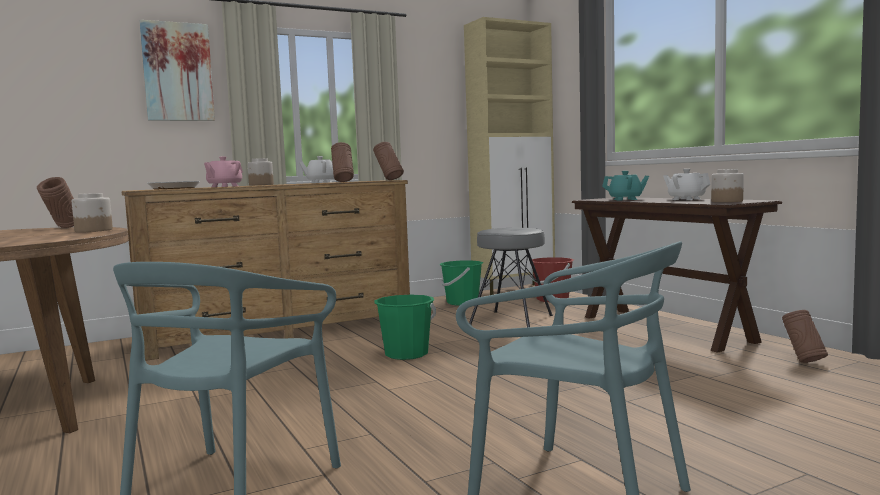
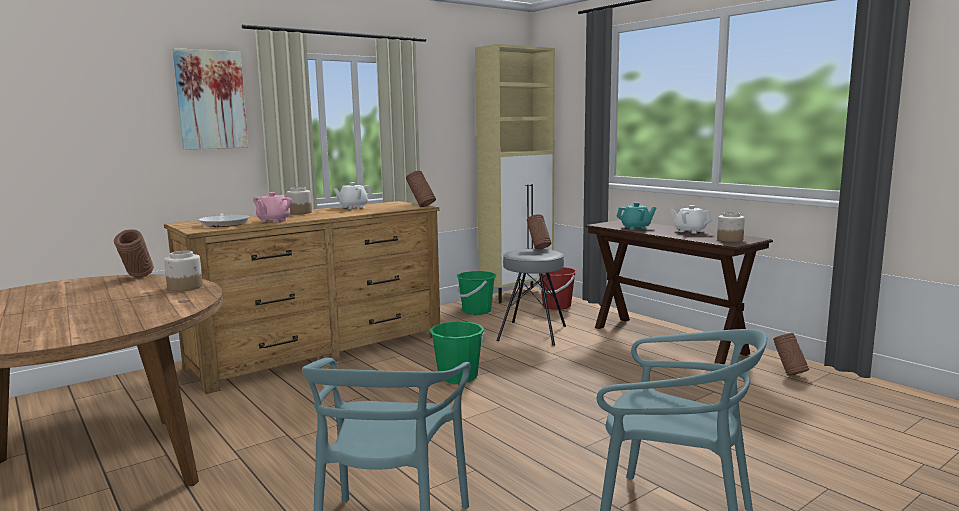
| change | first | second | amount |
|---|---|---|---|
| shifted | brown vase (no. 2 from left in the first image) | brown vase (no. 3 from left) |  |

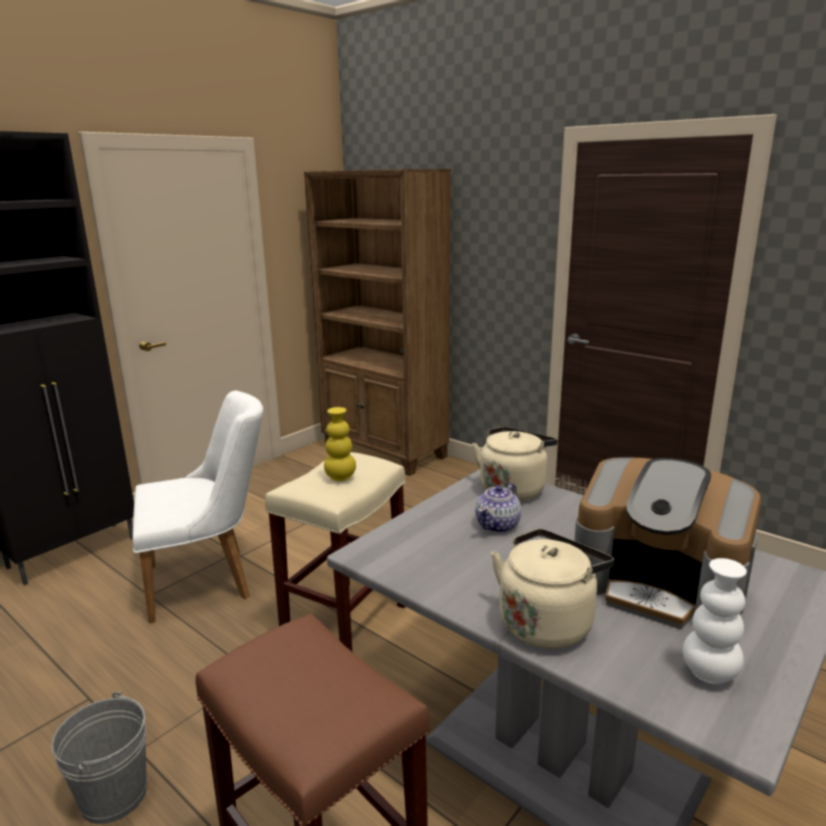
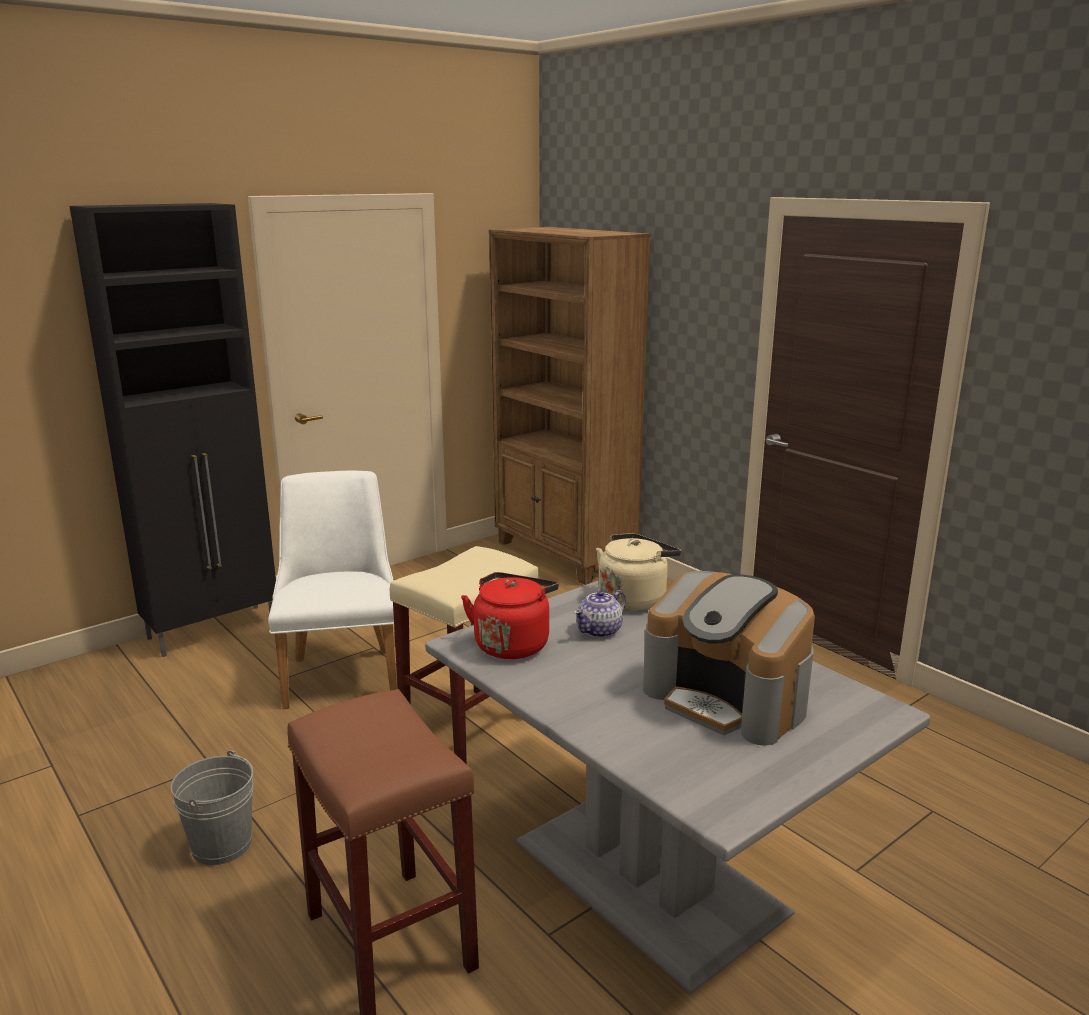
| change | first | second | amount |
|---|---|---|---|
| rotated | white chair |  | 90 degrees counterclockwise |
| new |  | red kettle |  |
| gone | yellow vase |  |  |
| gone | beige kettle (no. 2 from left) |  |  |
| gone | white vase |  |  |

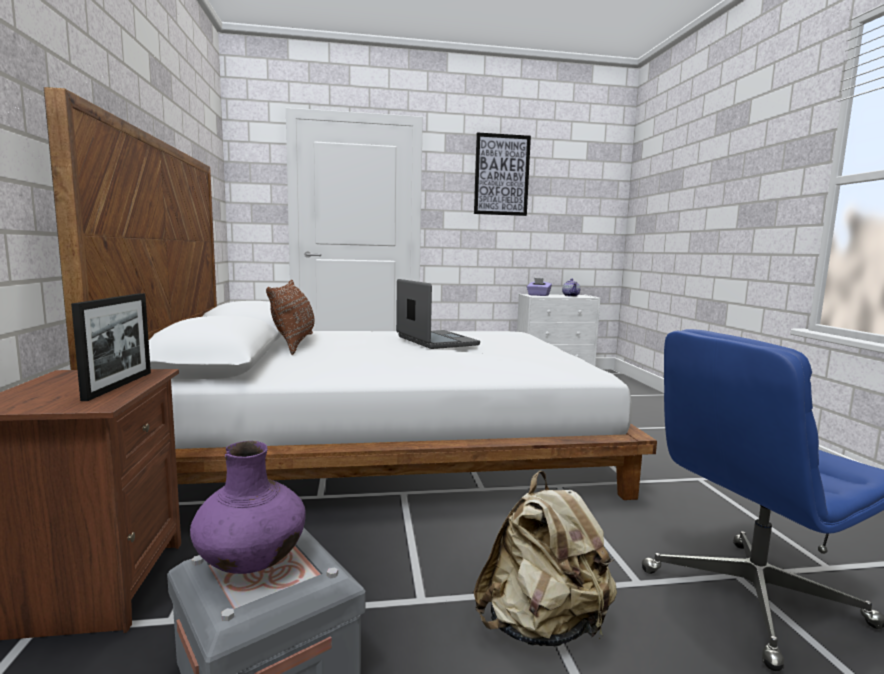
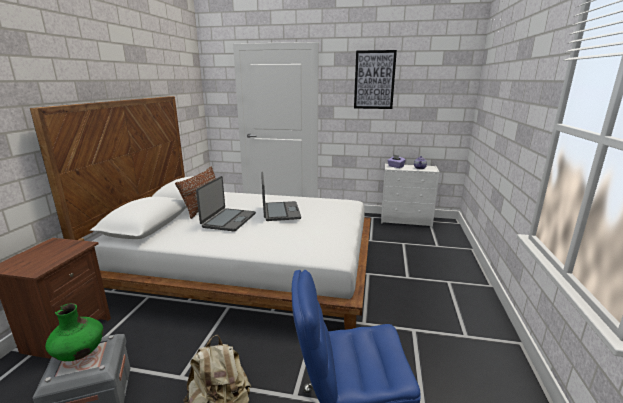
| change | first | second | amount |
|---|---|---|---|
| repainted | purple vase | green vase |  |
| new |  | laptop (no. 1 from left) |  |
| gone | picture frame |  |  |

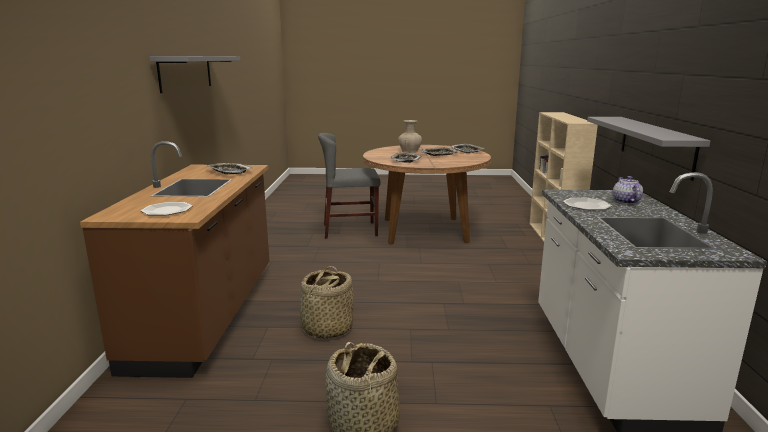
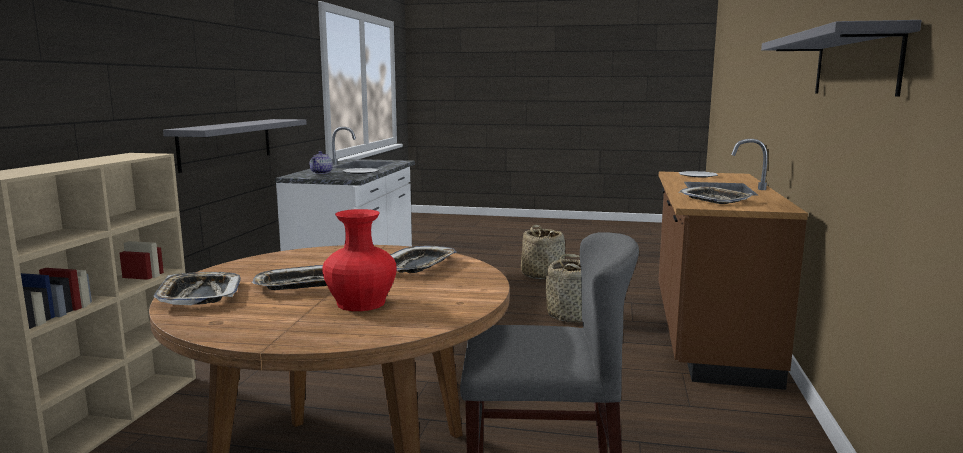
| change | first | second | amount |
|---|---|---|---|
| repainted | beige vase | red vase |  |

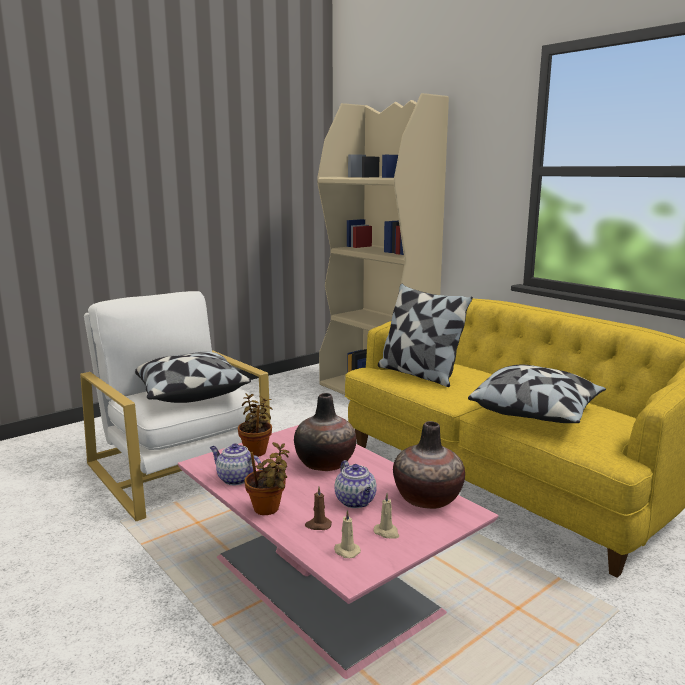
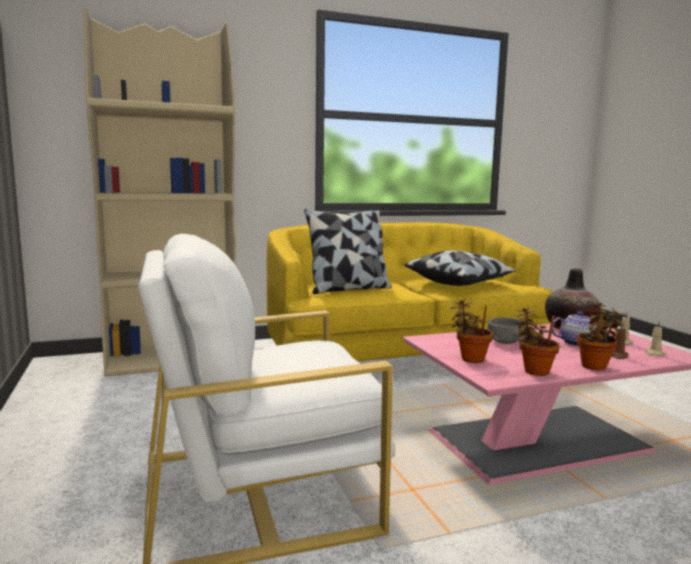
| change | first | second | amount |
|---|---|---|---|
| swapped | vase (no. 1 from left) | grey bowl |  |
| swapped | teapot (no. 1 from left) | potted plant (no. 2 from left) |  |
| gone | pillow (no. 1 from left) |  |  |

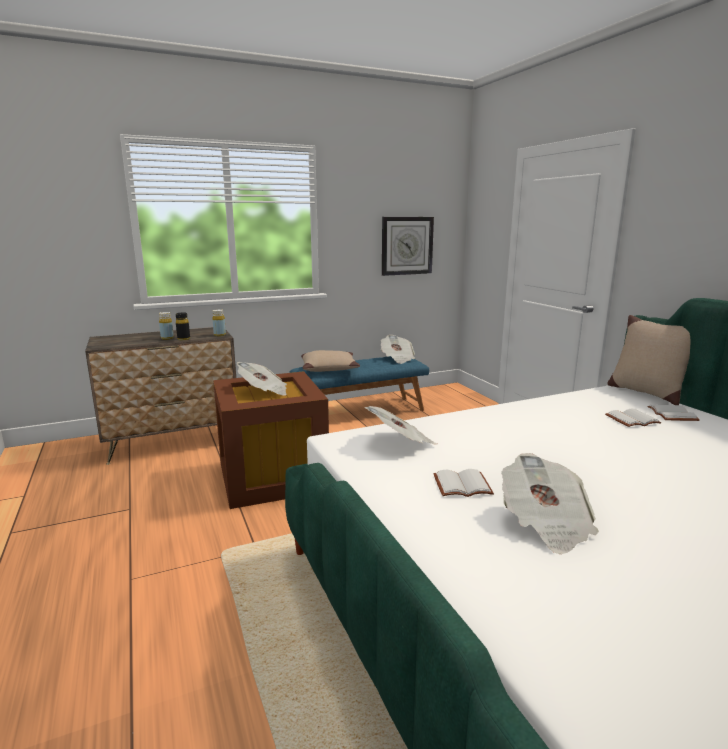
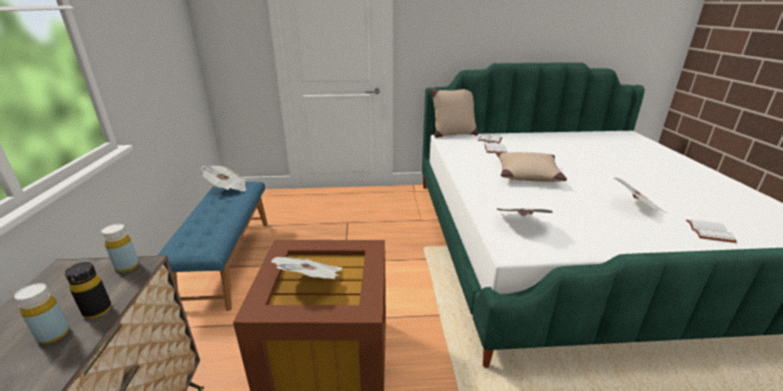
| change | first | second | amount |
|---|---|---|---|
| shifted | beige pillow (no. 1 from left in the first image) | beige pillow (no. 2 from left) |  |
| shifted | white book (no. 1 from left in the first image) | white book (no. 3 from left) |  |
| gone | wall clock |  |  |

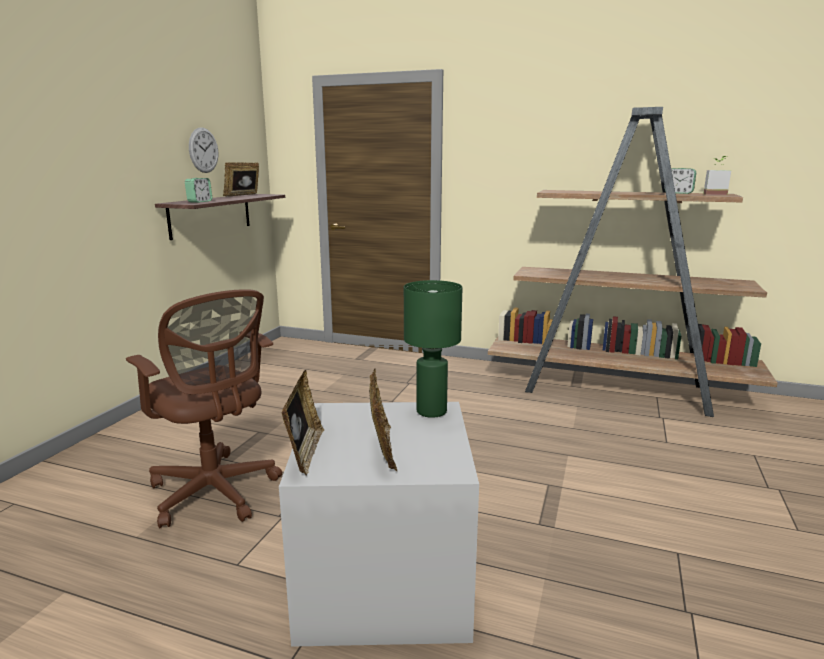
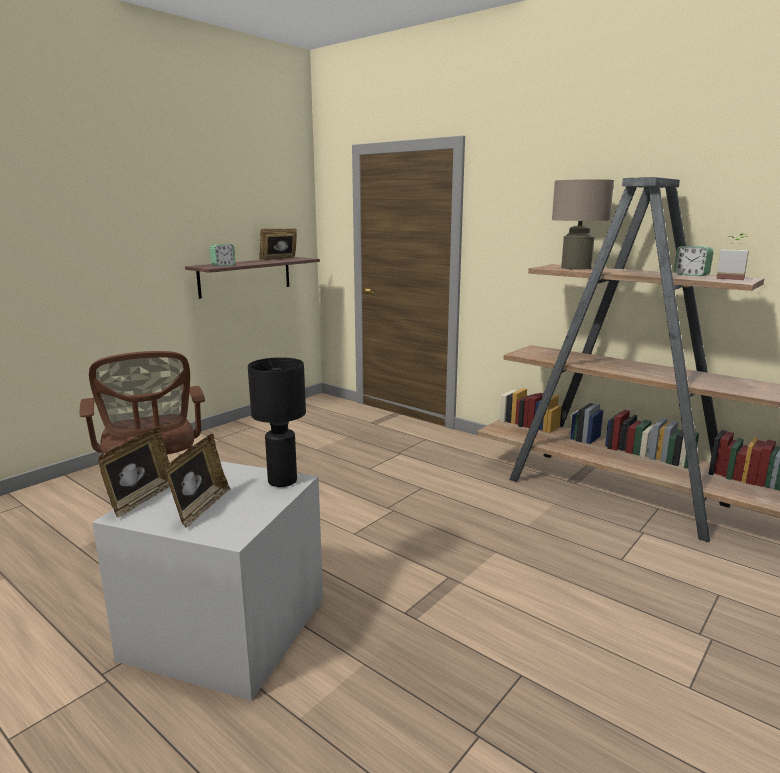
| change | first | second | amount |
|---|---|---|---|
| repainted | green table lamp | black table lamp |  |
| new |  | beige table lamp |  |
| gone | wall clock |  |  |

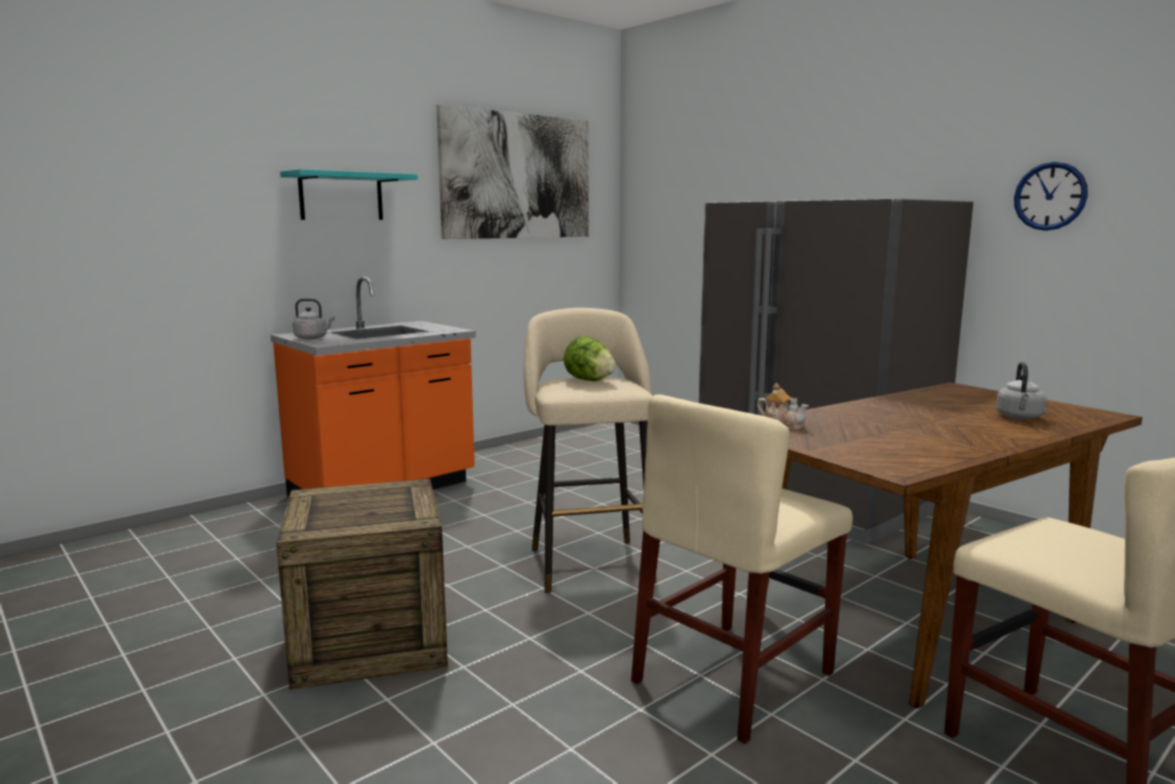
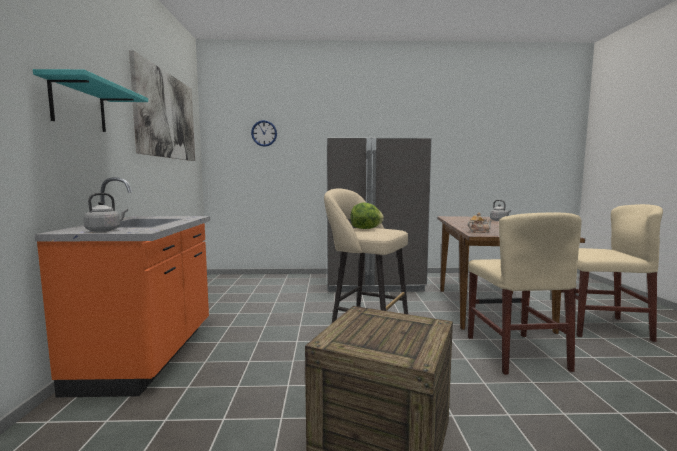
| change | first | second | amount |
|---|---|---|---|
| shifted | wall clock |  |  |

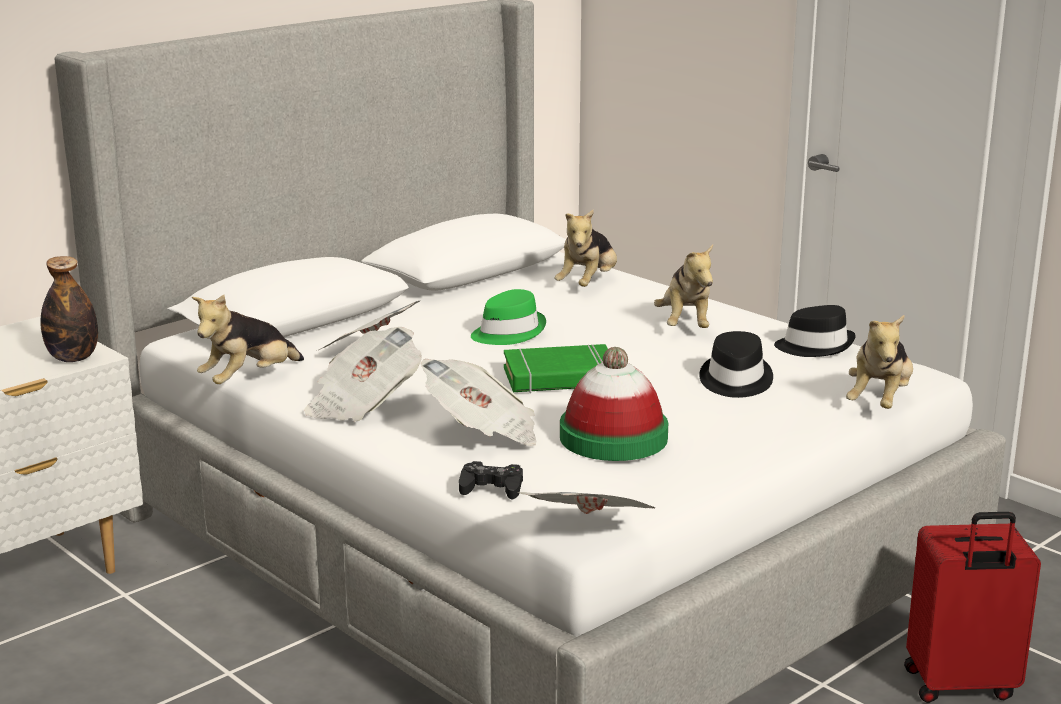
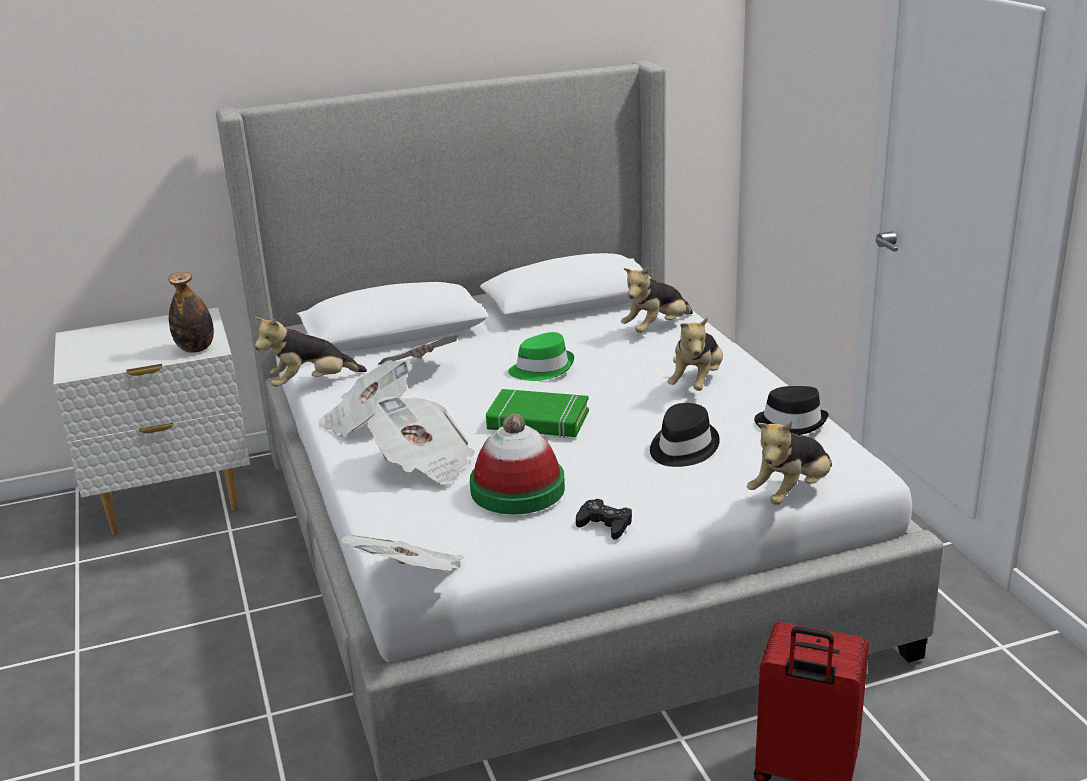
| change | first | second | amount |
|---|---|---|---|
| shifted | black game controller |  |  |

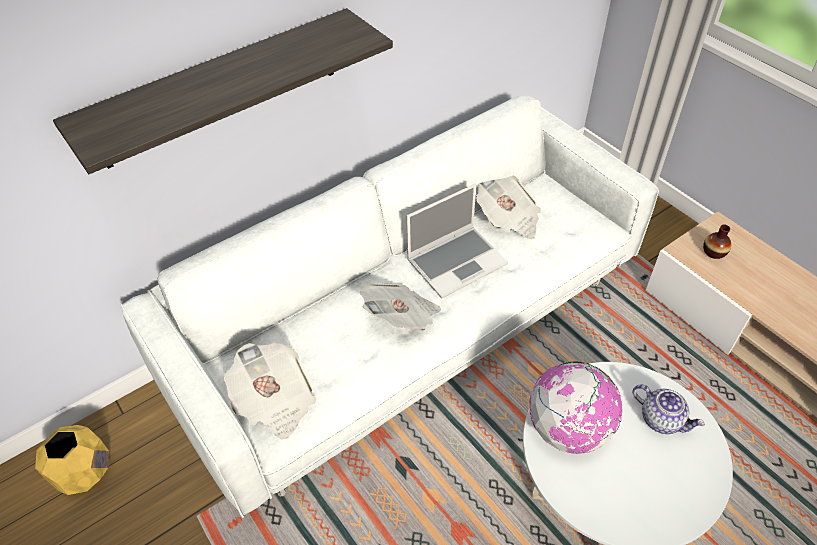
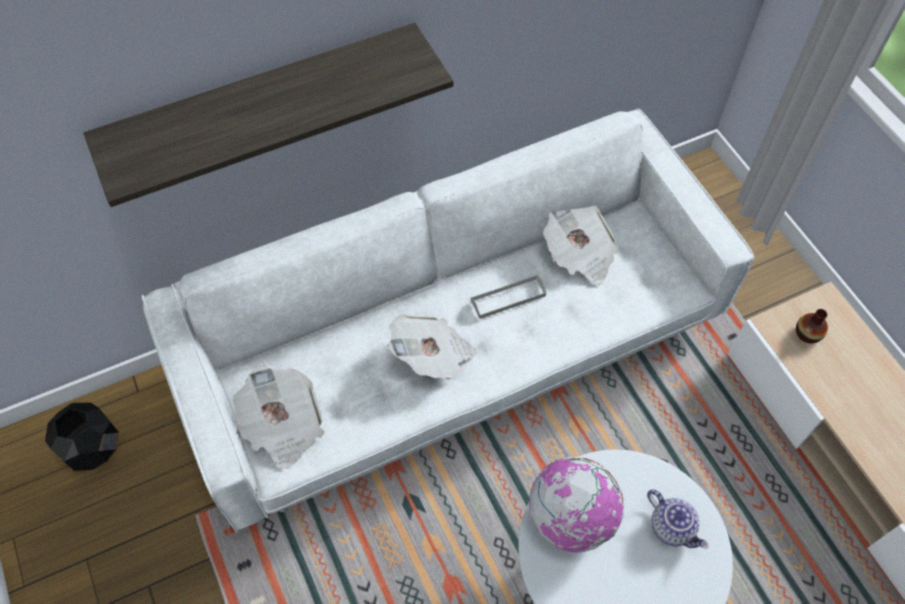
| change | first | second | amount |
|---|---|---|---|
| repainted | yellow planter | black planter |  |
| swapped | laptop | grey tray |  |

